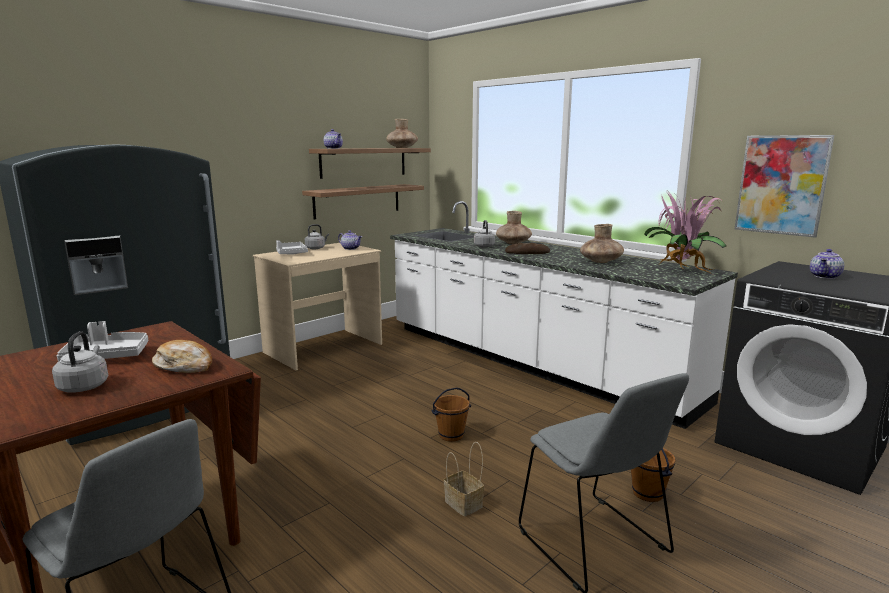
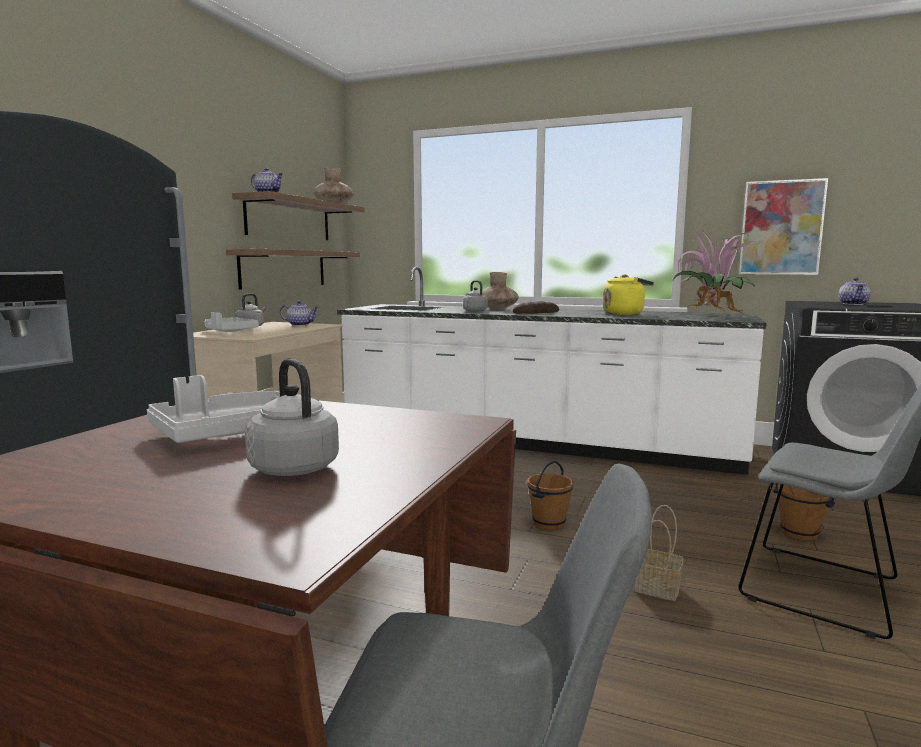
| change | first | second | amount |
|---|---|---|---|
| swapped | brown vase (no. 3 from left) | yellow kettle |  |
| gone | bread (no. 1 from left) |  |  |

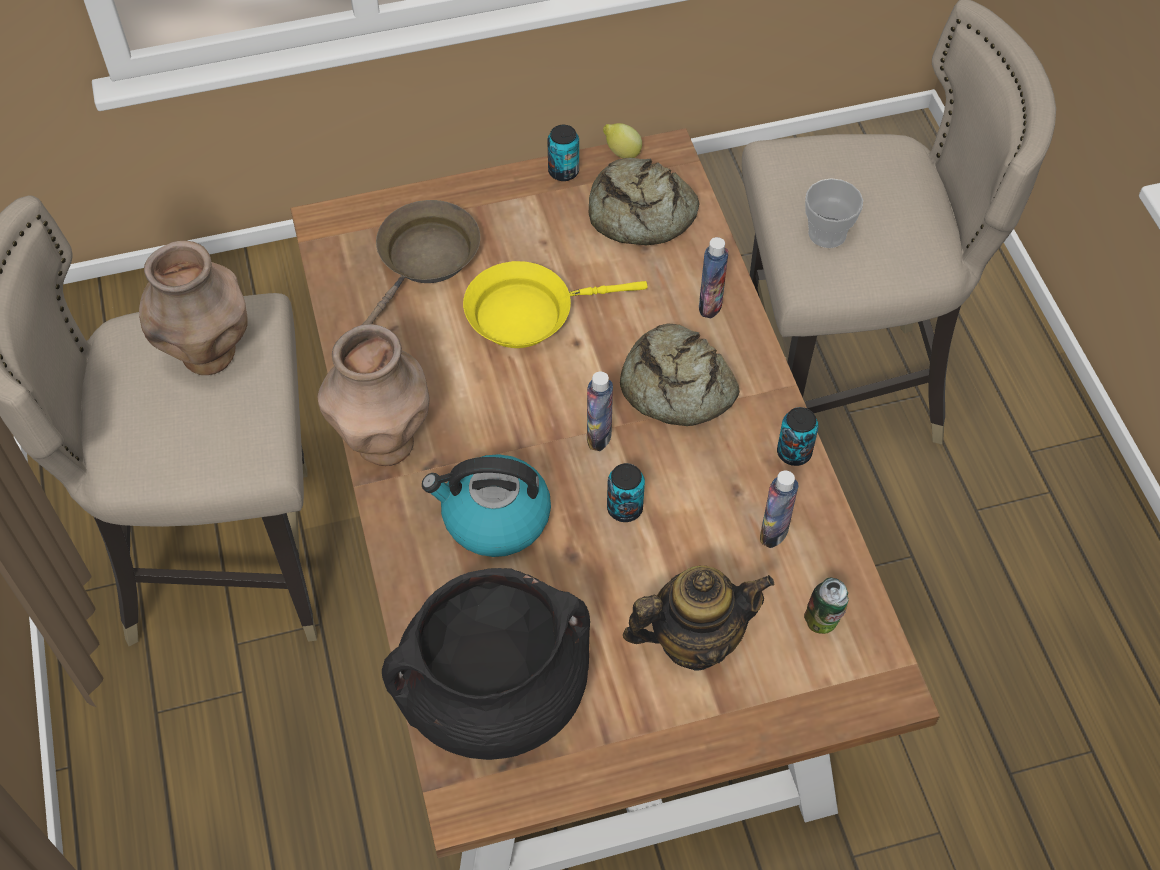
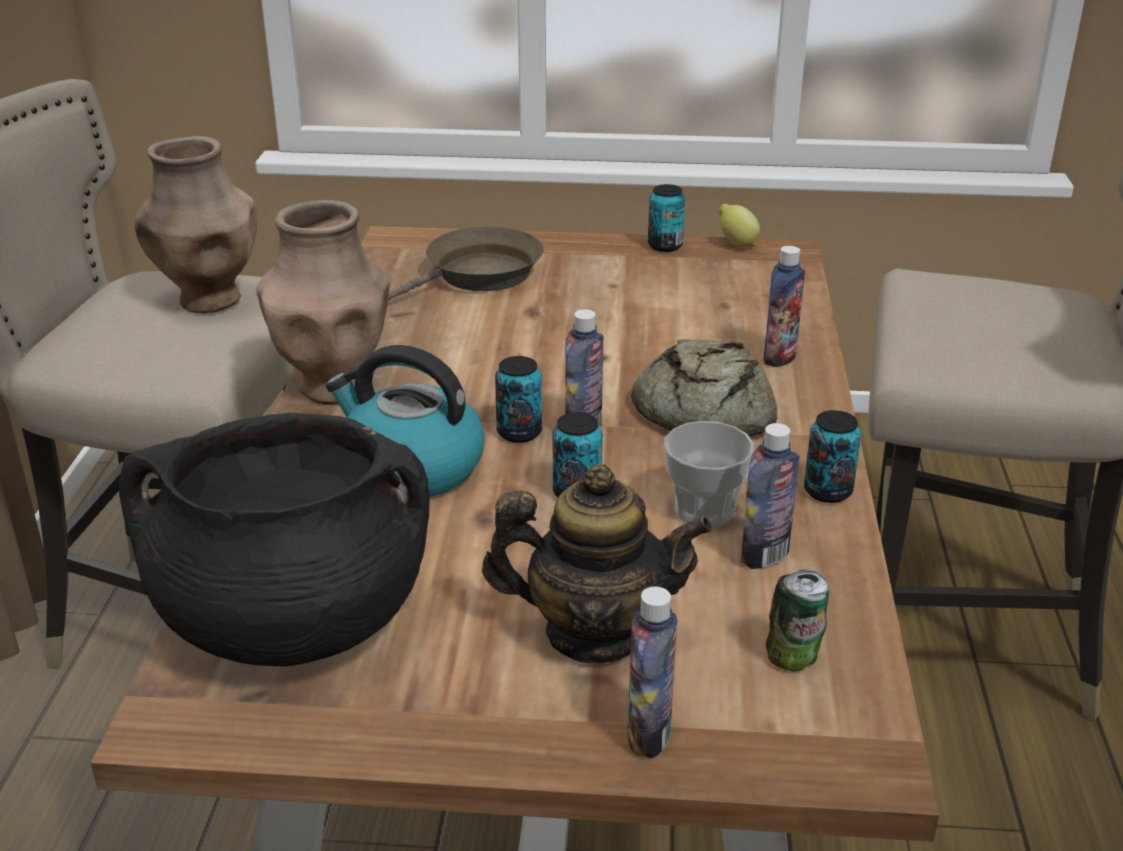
| change | first | second | amount |
|---|---|---|---|
| new |  | can (no. 1 from left) |  |
| new |  | bottle (no. 2 from left) |  |
| shifted | cup |  |  |
| gone | yellow frying pan |  |  |
| gone | bread (no. 1 from left) |  |  |

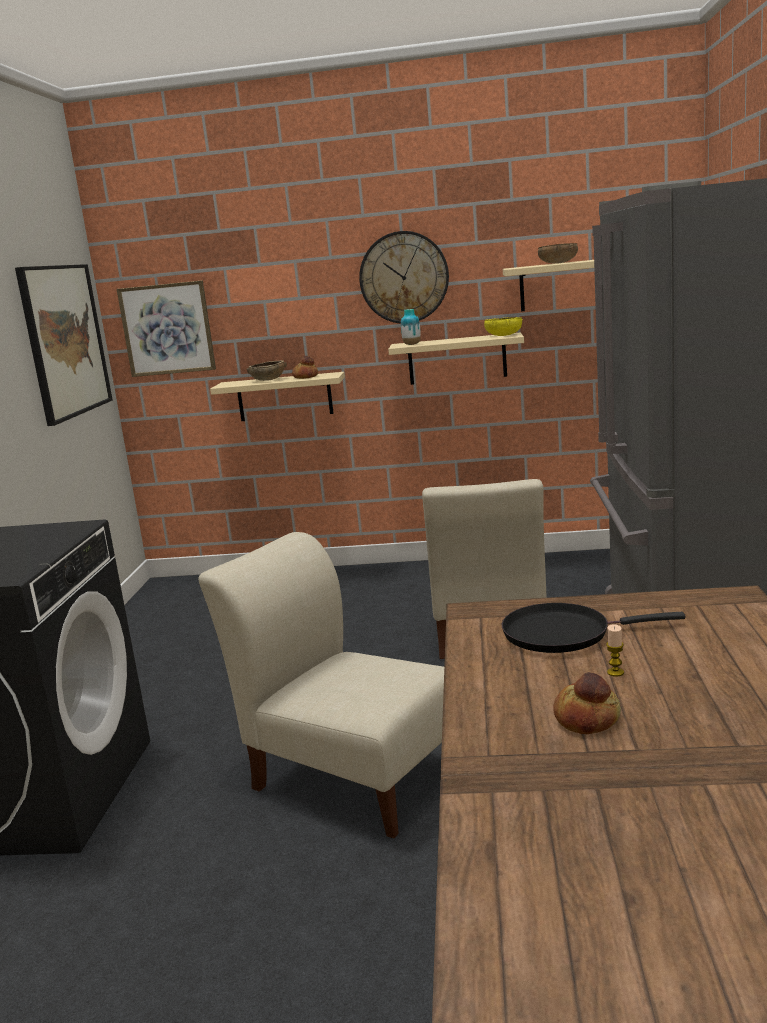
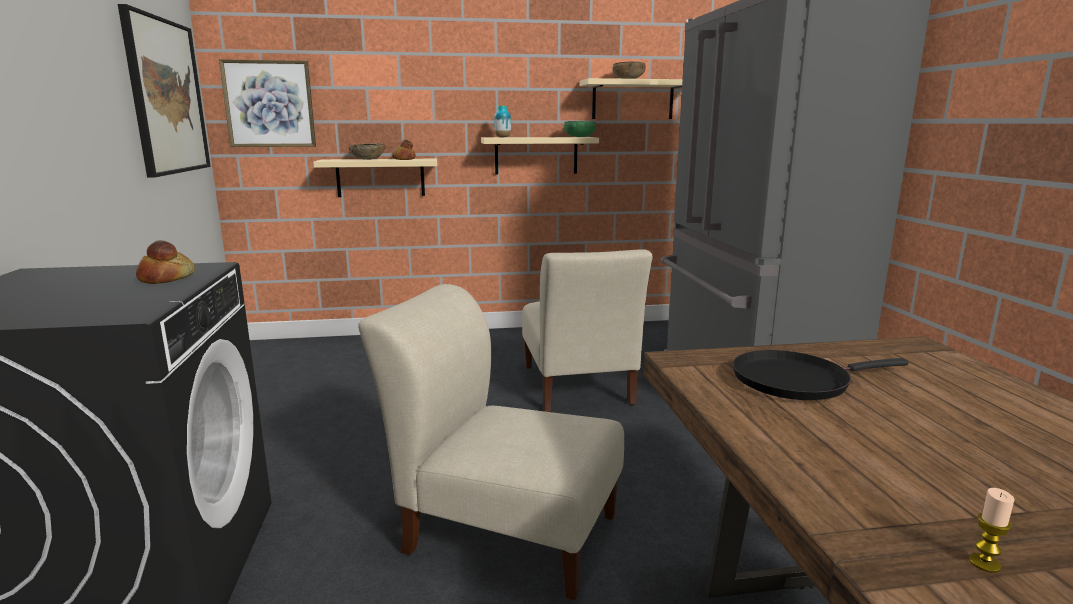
| change | first | second | amount |
|---|---|---|---|
| shifted | bread (no. 2 from left in the first image) | bread (no. 1 from left) |  |
| repainted | yellow bowl | green bowl |  |
| shifted | candle |  |  |
| gone | wall clock |  |  |

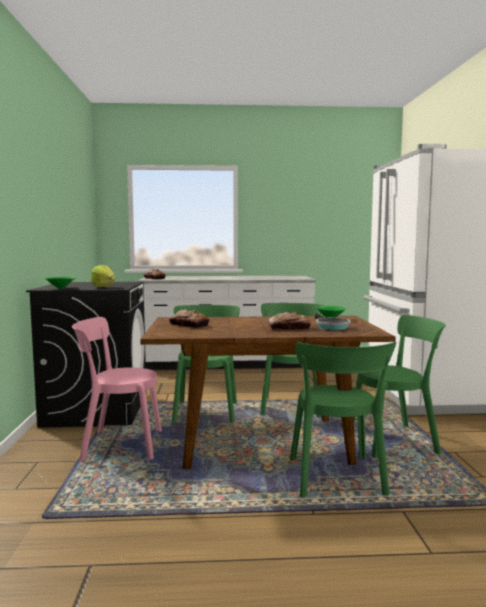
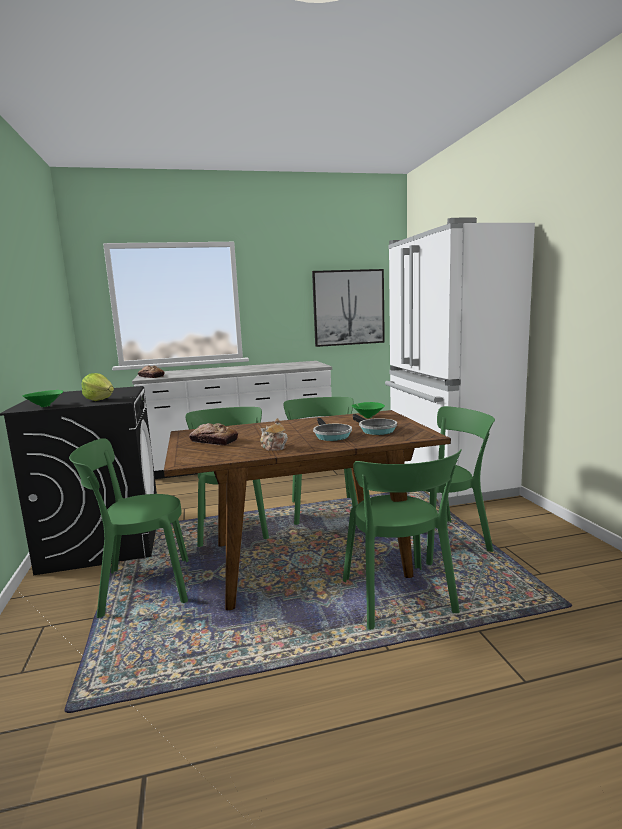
| change | first | second | amount |
|---|---|---|---|
| repainted | pink chair | green chair (no. 1 from left) |  |
| new |  | teapot |  |
| new |  | picture |  |
| swapped | bread (no. 3 from left) | frying pan (no. 1 from left) |  |

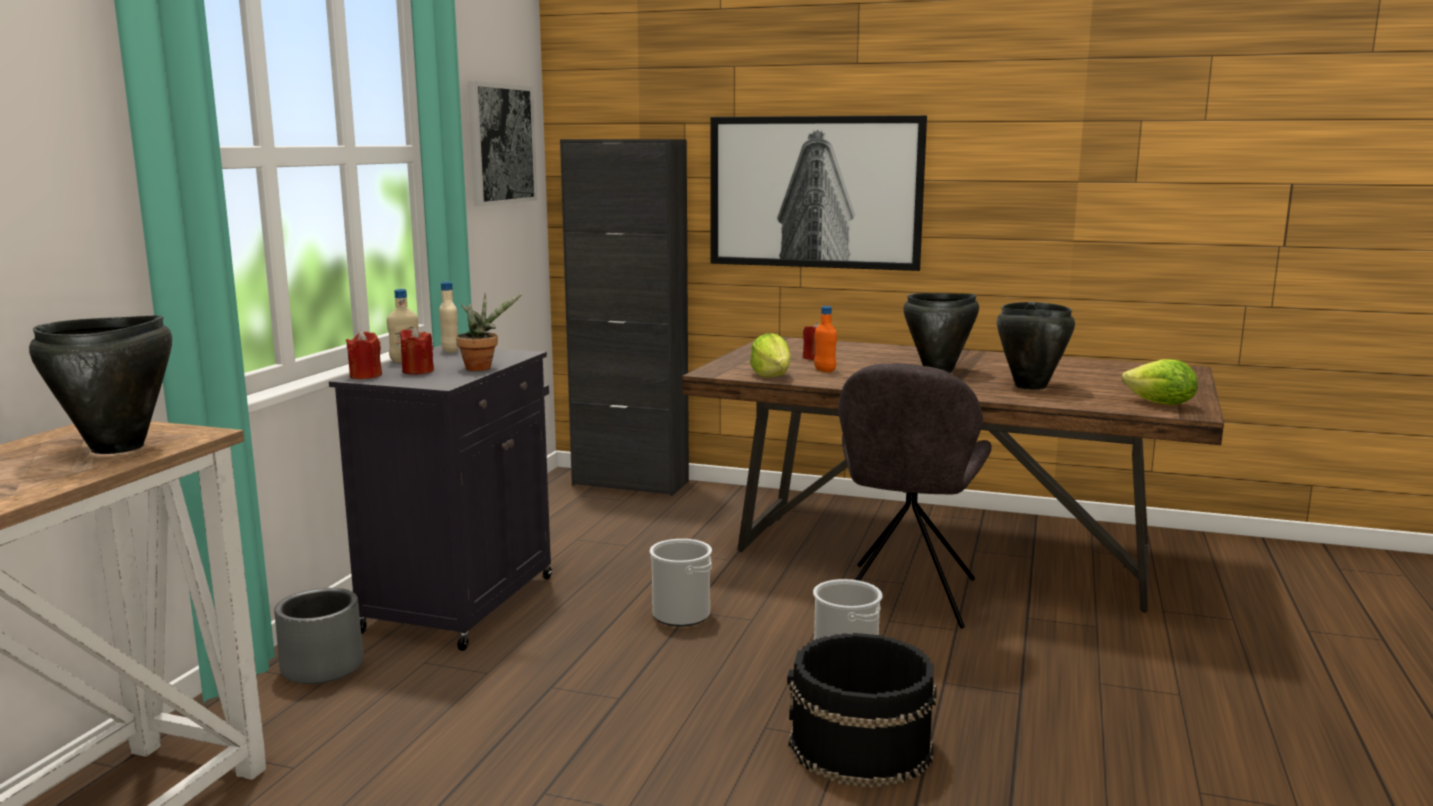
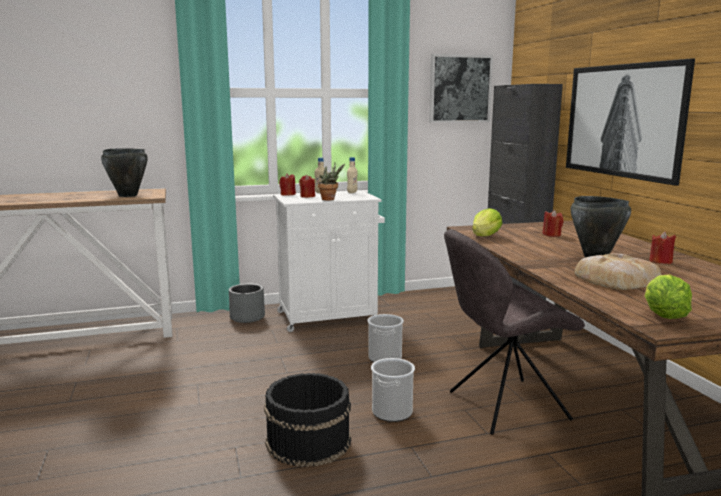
| change | first | second | amount |
|---|---|---|---|
| repainted | black cabinet (no. 1 from left) | white cabinet |  |
| swapped | black cooking pot (no. 3 from left) | bread |  |
| new |  | red candle (no. 4 from left) |  |
| gone | orange bottle |  |  |

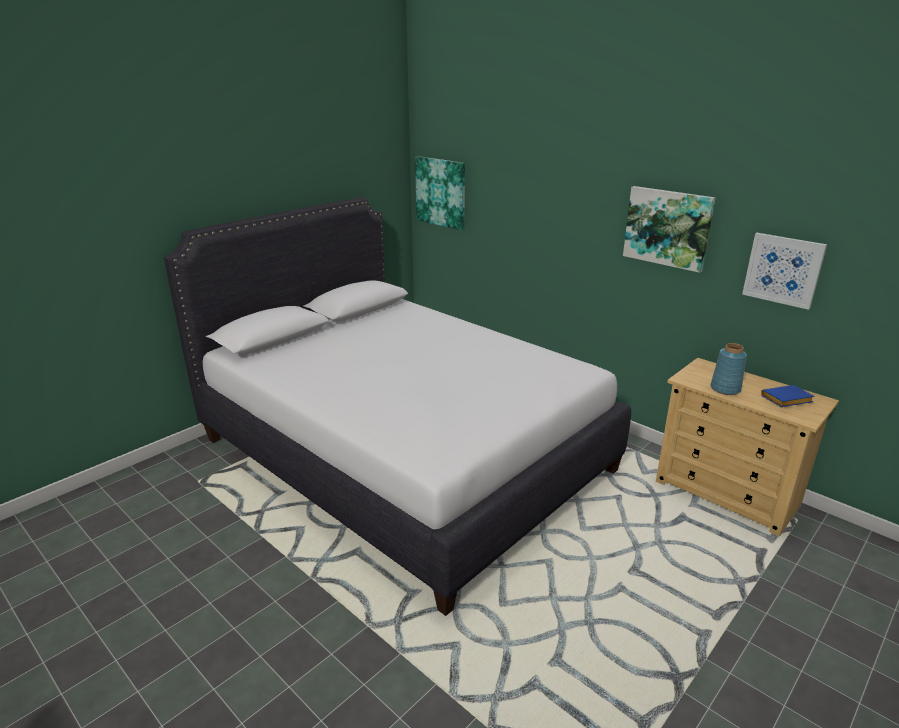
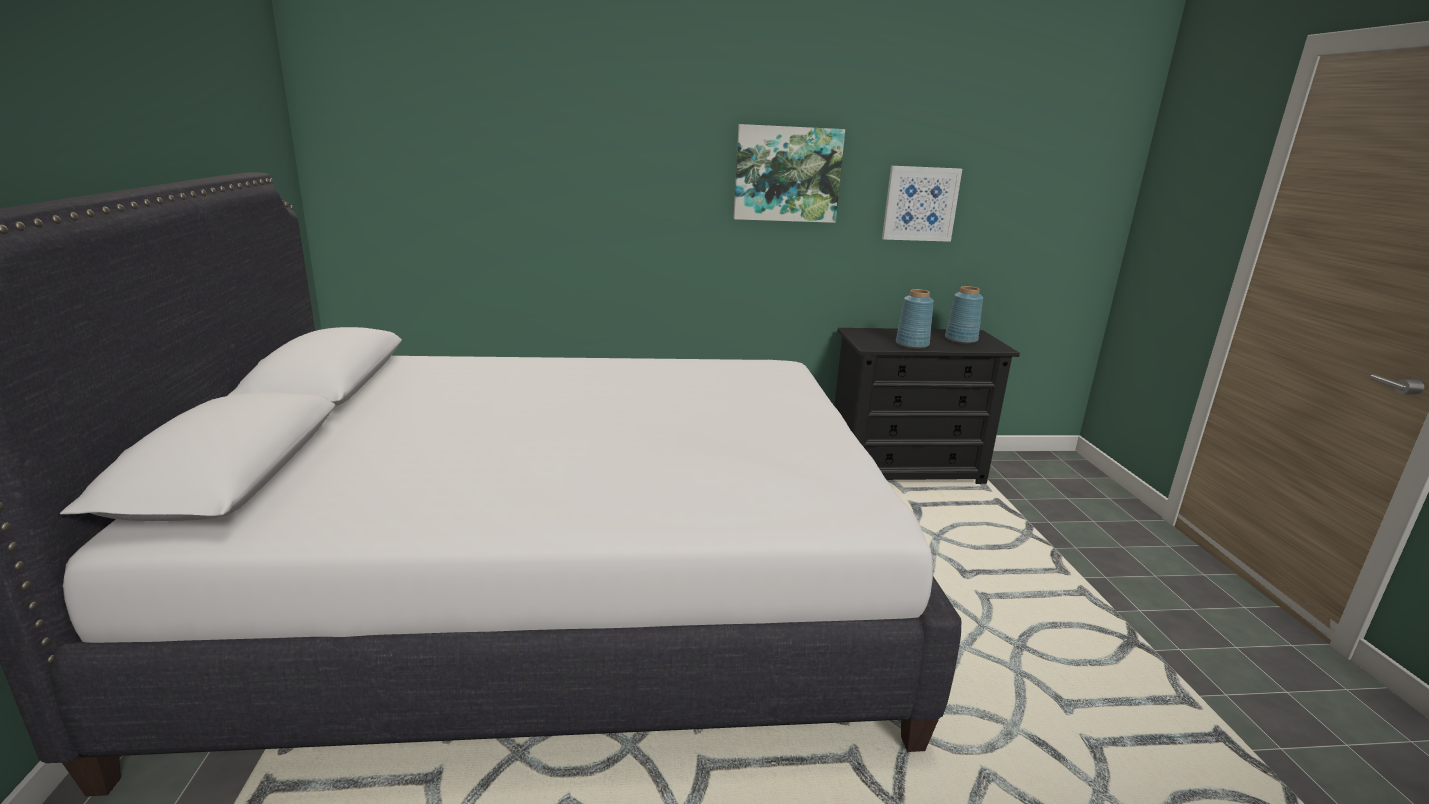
| change | first | second | amount |
|---|---|---|---|
| repainted | beige dresser | black dresser |  |
| swapped | blue book | blue vase (no. 2 from left) |  |
| gone | picture (no. 1 from left) |  |  |

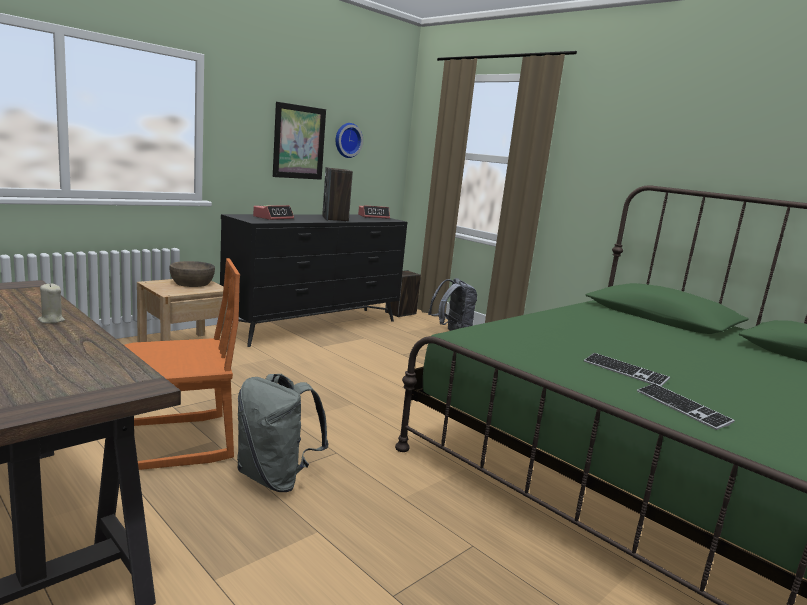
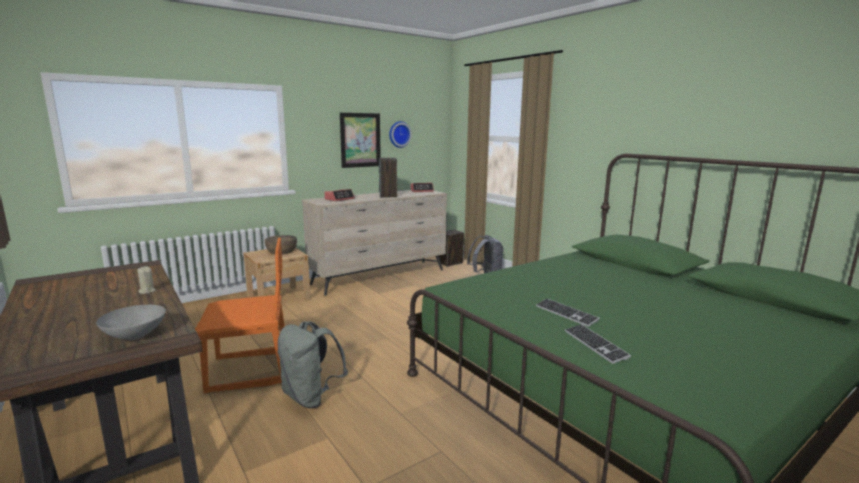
| change | first | second | amount |
|---|---|---|---|
| new |  | grey bowl |  |
| repainted | black dresser | beige dresser |  |

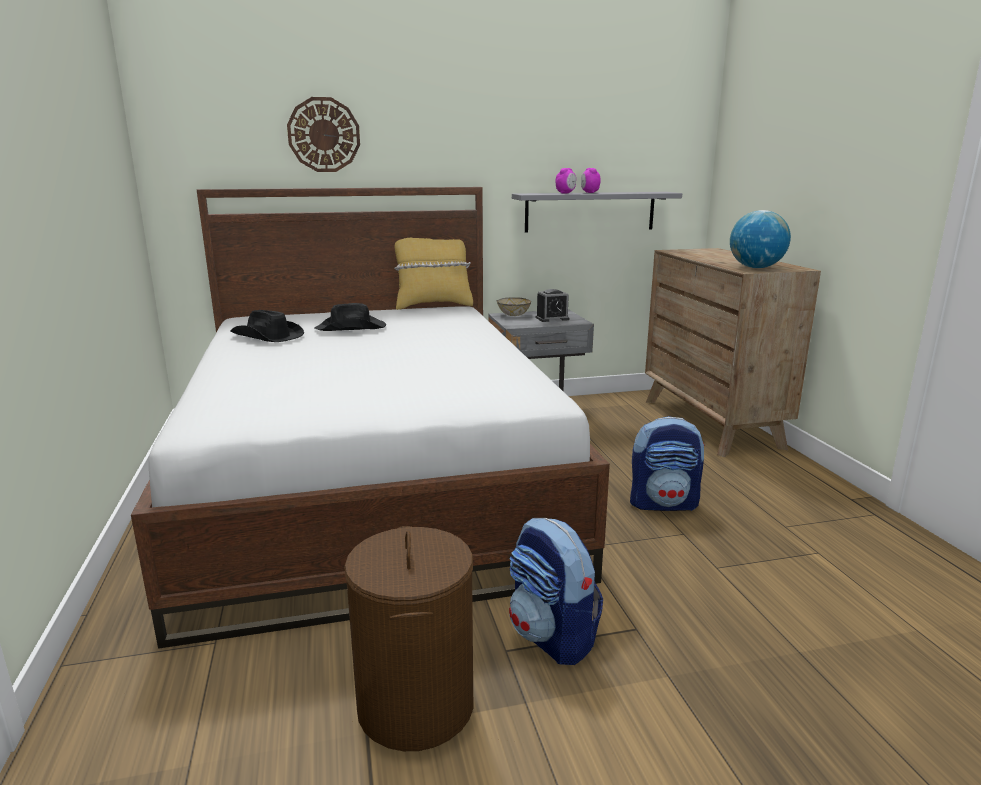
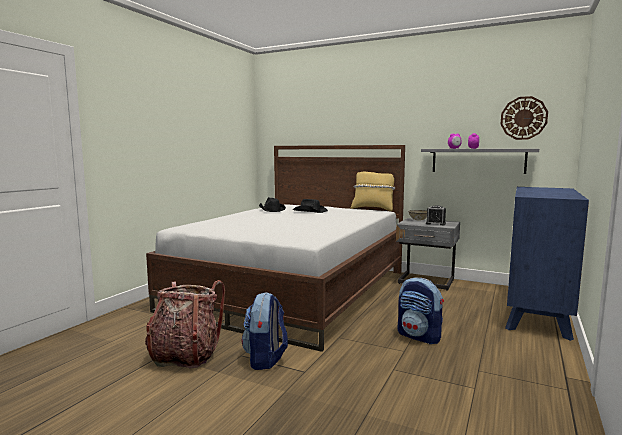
| change | first | second | amount |
|---|---|---|---|
| swapped | brown laundry basket | backpack (no. 1 from left) |  |
| shifted | wall clock |  |  |
| repainted | brown dresser | blue dresser |  |
| gone | globe |  |  |

